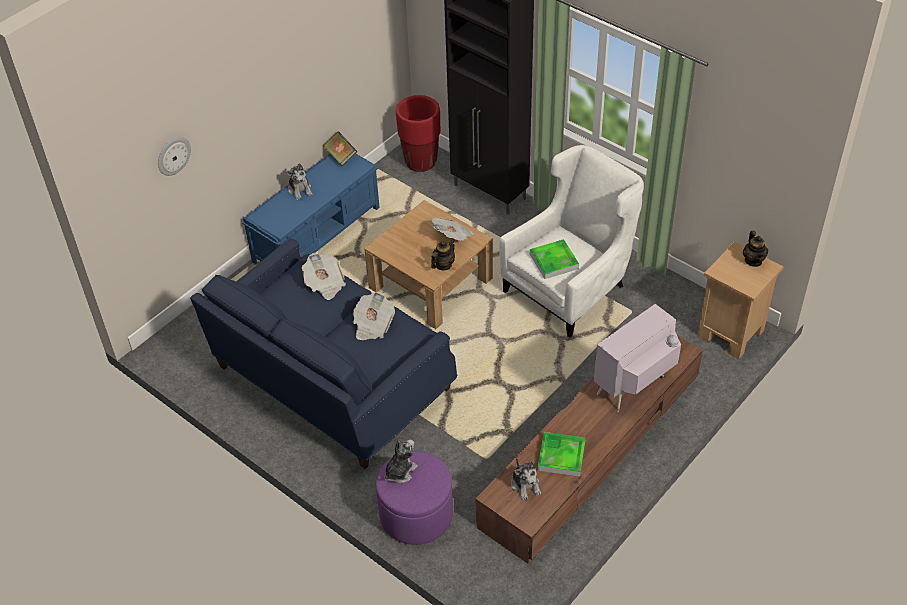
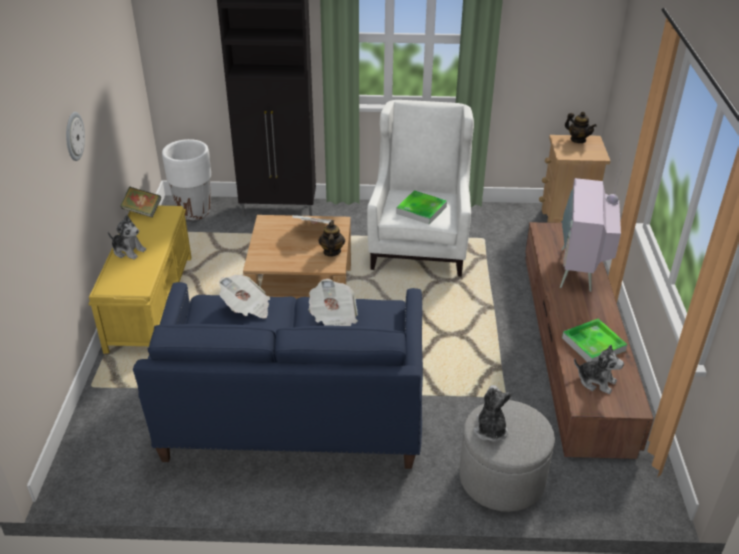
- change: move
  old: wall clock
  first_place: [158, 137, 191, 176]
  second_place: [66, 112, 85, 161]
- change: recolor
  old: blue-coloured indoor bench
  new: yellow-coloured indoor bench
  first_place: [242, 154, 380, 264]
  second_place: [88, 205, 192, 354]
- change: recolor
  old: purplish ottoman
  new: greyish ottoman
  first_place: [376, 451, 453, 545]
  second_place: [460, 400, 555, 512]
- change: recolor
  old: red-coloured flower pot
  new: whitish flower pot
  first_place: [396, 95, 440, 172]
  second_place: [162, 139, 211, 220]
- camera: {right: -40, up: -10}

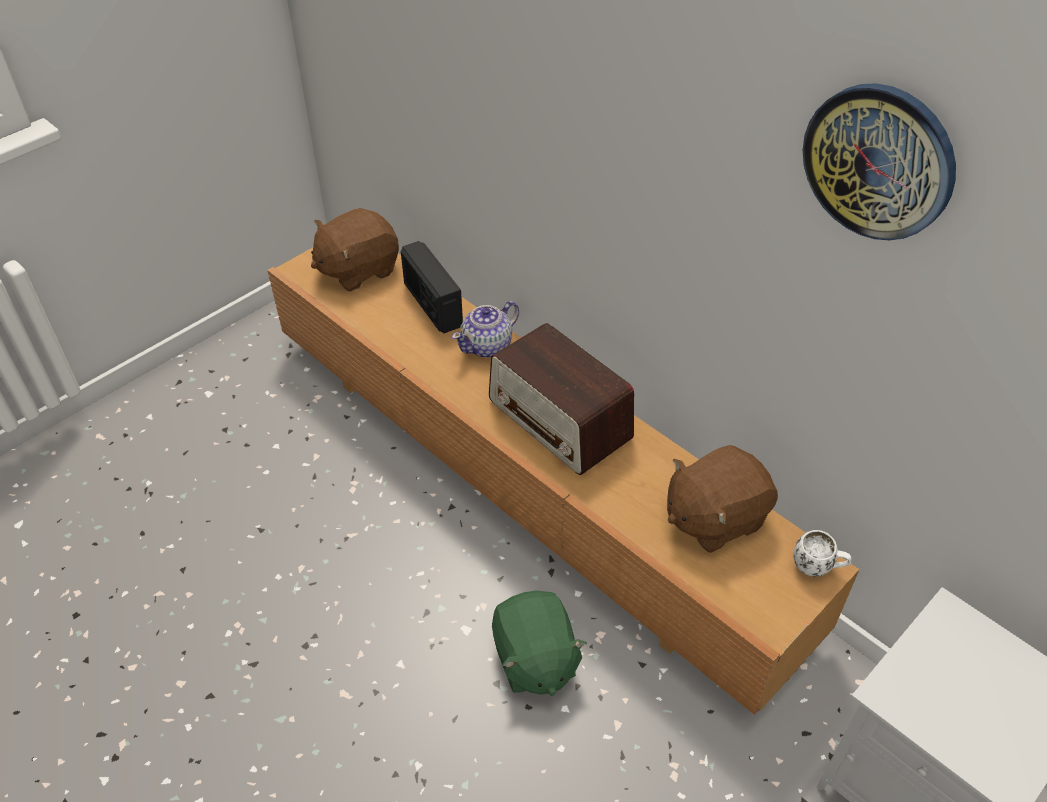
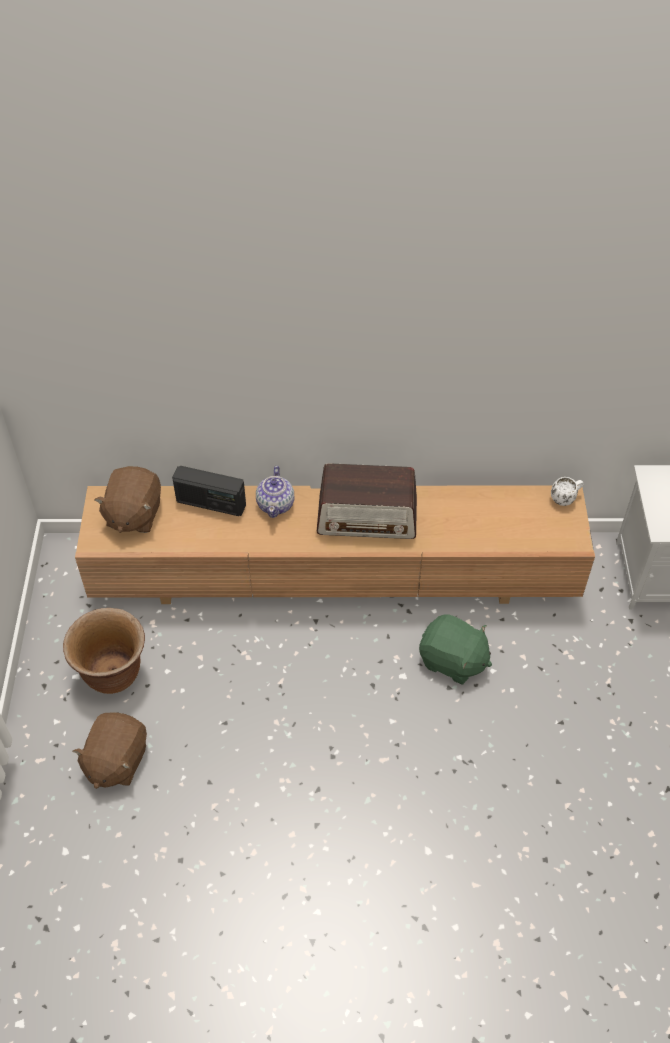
- change: delete
  old: wall clock
  first_place: [803, 83, 956, 240]
- change: insert
  new: brown-coloured flower pot
  second_place: [63, 608, 145, 694]
- change: move
  old: brown-coloured cuddly toy
  first_place: [667, 445, 778, 553]
  second_place: [73, 712, 147, 789]
- camera: {right: -45, up: 5}

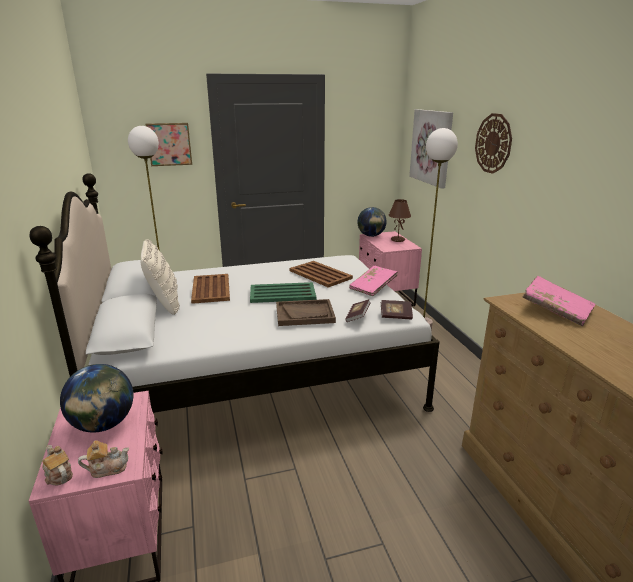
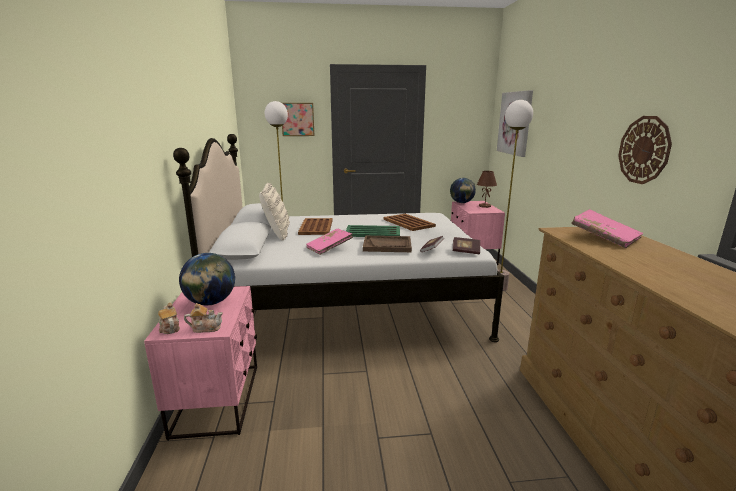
- change: move
  old: pink volume
  first_place: [349, 266, 398, 296]
  second_place: [306, 229, 353, 255]
- change: move
  old: wall clock
  first_place: [475, 113, 512, 174]
  second_place: [618, 116, 672, 184]
- camera: {right: 10, up: -5}

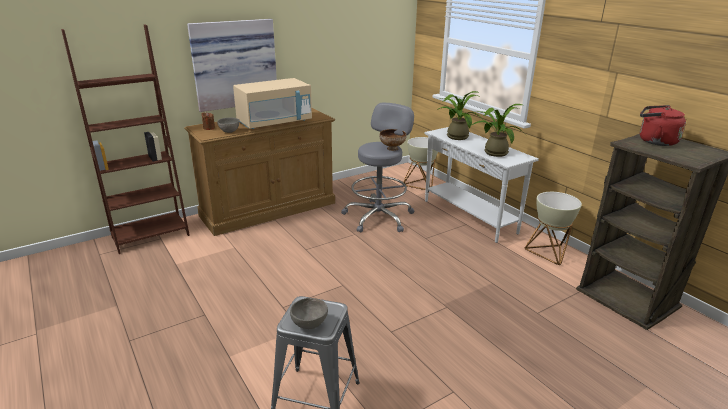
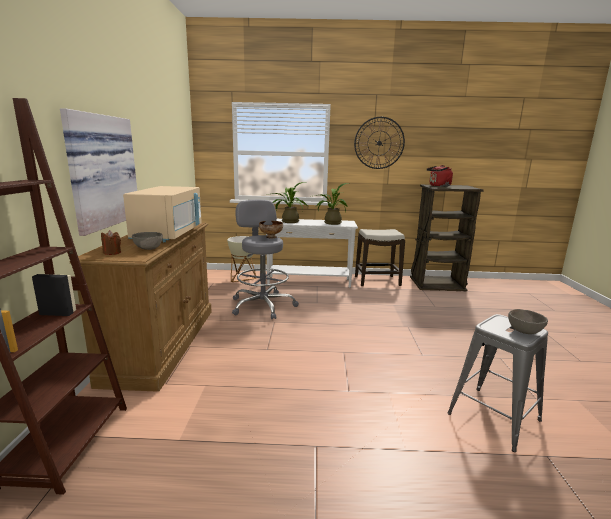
- change: insert
  new: wall clock
  second_place: [354, 117, 405, 169]
- change: replace
  old: flower pot
  new: stool
  first_place: [524, 192, 582, 265]
  second_place: [355, 229, 405, 286]
- camera: {right: -55, up: -10}

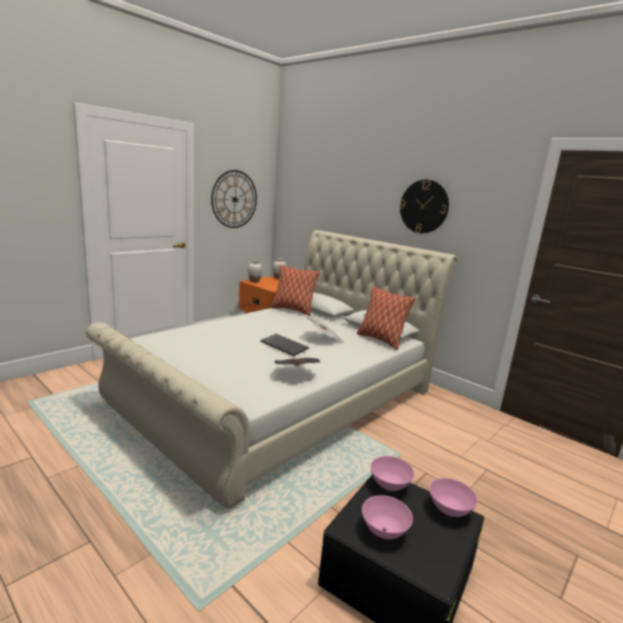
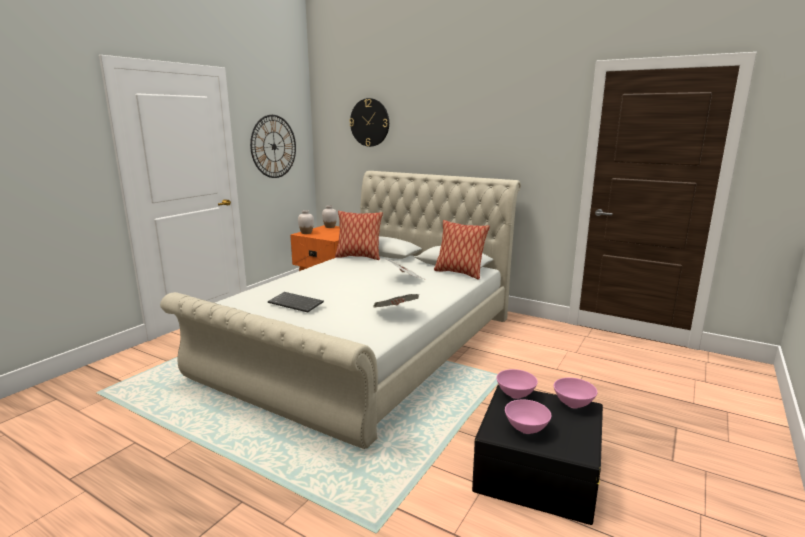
- change: move
  old: keyboard
  first_place: [260, 334, 309, 356]
  second_place: [268, 292, 324, 313]
- change: move
  old: wall clock
  first_place: [400, 180, 449, 233]
  second_place: [349, 98, 389, 147]
- camera: {right: -10, up: 0}

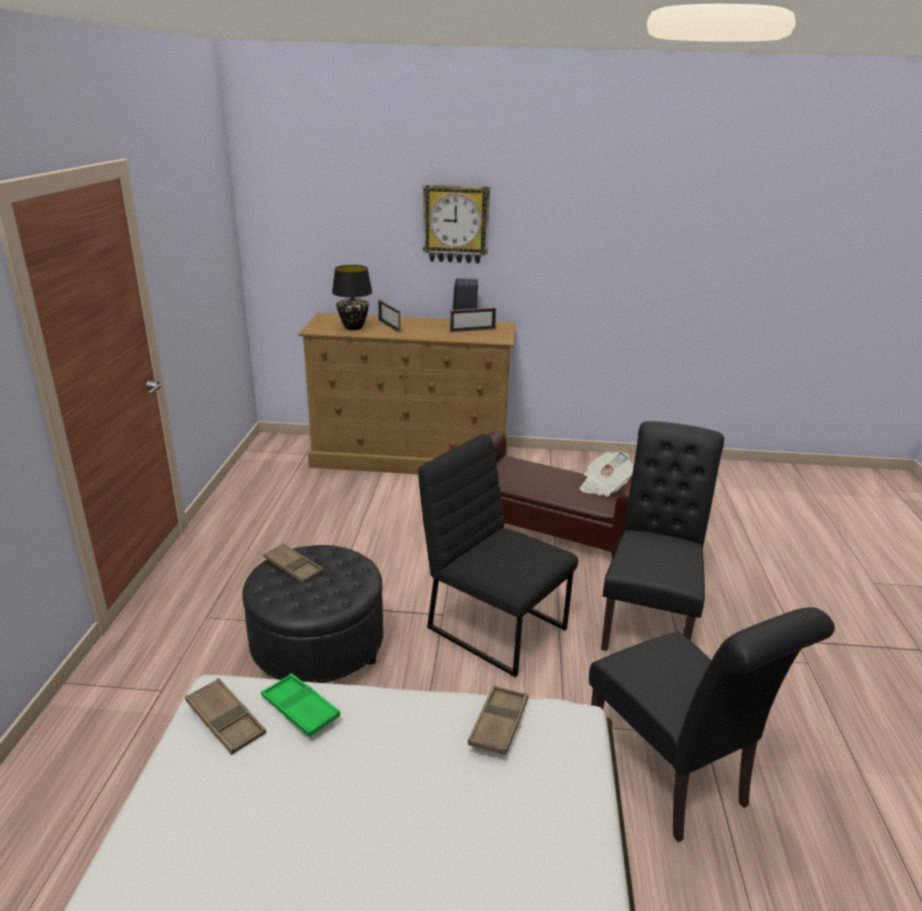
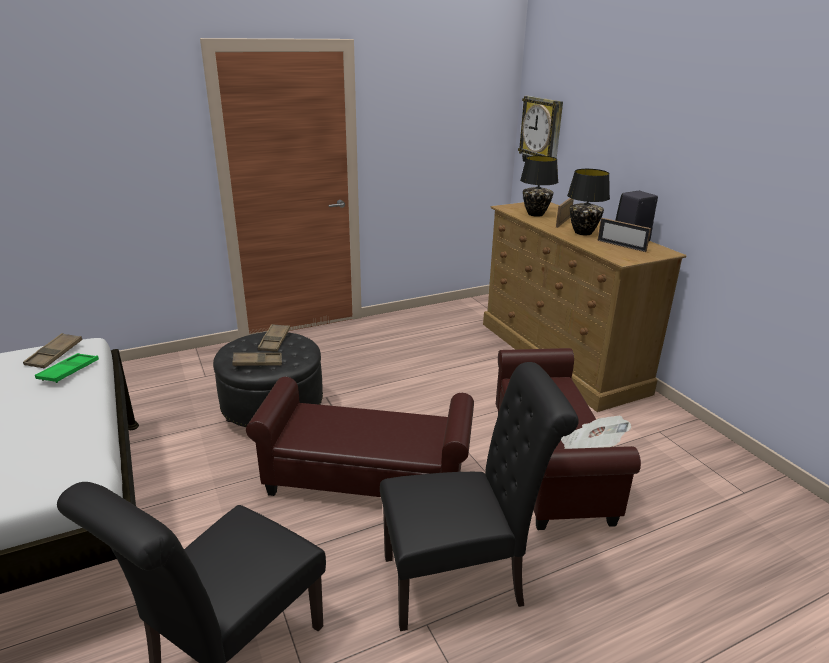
- change: insert
  new: blackish lamp for a table
  second_place: [567, 169, 610, 236]
- change: move
  old: wall clock
  first_place: [423, 184, 490, 263]
  second_place: [518, 96, 563, 162]
- change: move
  old: brown-coloured tray
  first_place: [468, 685, 528, 755]
  second_place: [232, 353, 282, 367]
- change: replace
  old: blackish chair
  new: brown-coloured ottoman
  first_place: [418, 434, 578, 678]
  second_place: [246, 377, 474, 497]
- camera: {right: 60, up: 0}

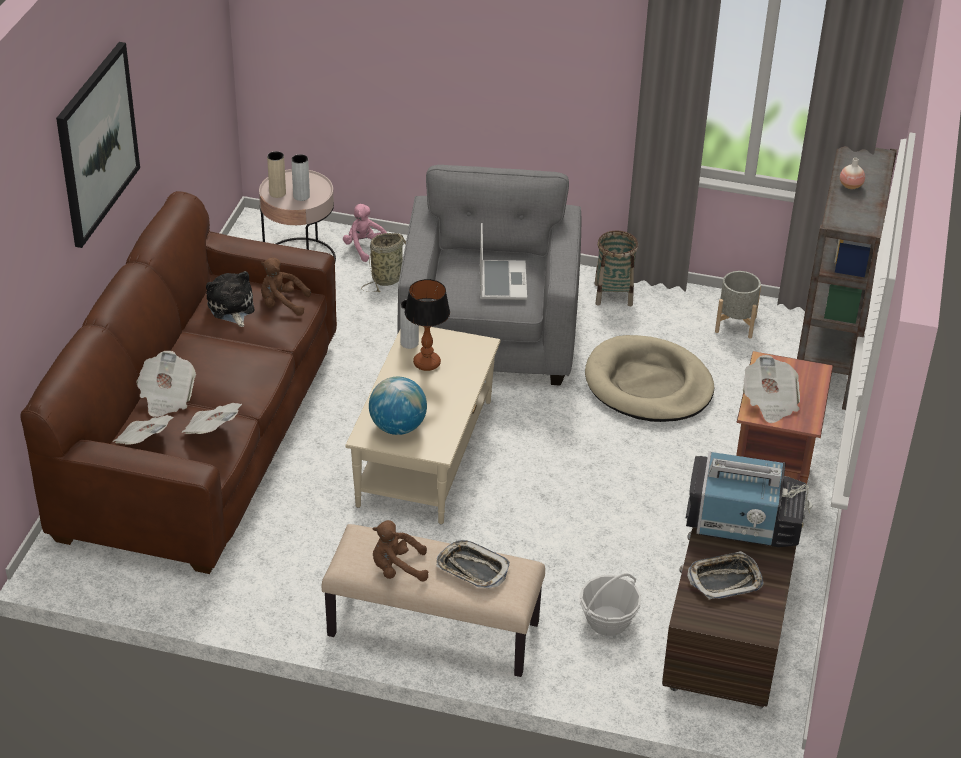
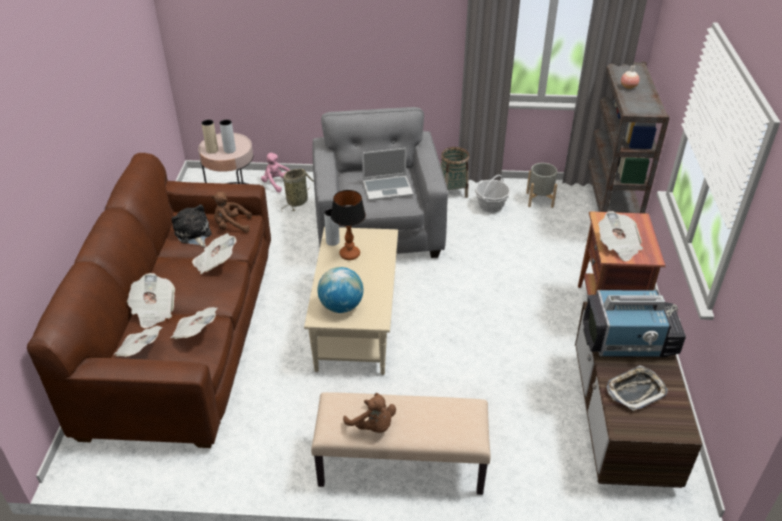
- change: delete
  old: picture
  first_place: [56, 42, 140, 248]
- change: delete
  old: tray
  first_place: [436, 540, 510, 588]
- change: delete
  old: beige dog cushion
  first_place: [585, 335, 714, 422]
- change: insert
  new: daily paper
  second_place: [192, 233, 237, 274]
- change: move
  old: storage basket
  first_place: [579, 573, 641, 636]
  second_place: [475, 175, 511, 213]
- change: rotate
  old: brown-coloured cuddly toy
  first_place: [373, 520, 428, 582]
  second_place: [343, 393, 396, 433]
  degrees: -120
- change: rotate
  old: portable computer
  first_place: [480, 223, 527, 300]
  second_place: [362, 148, 413, 201]
  degrees: 90
- camera: {right: -10, up: 0}

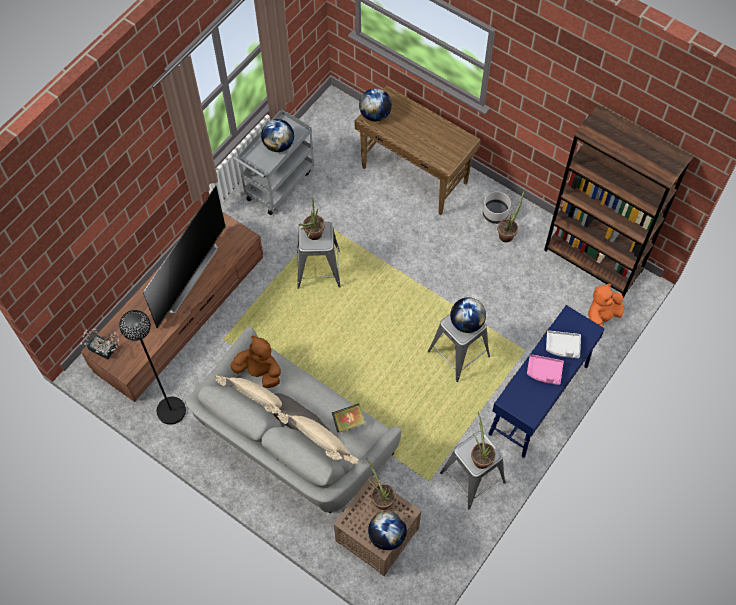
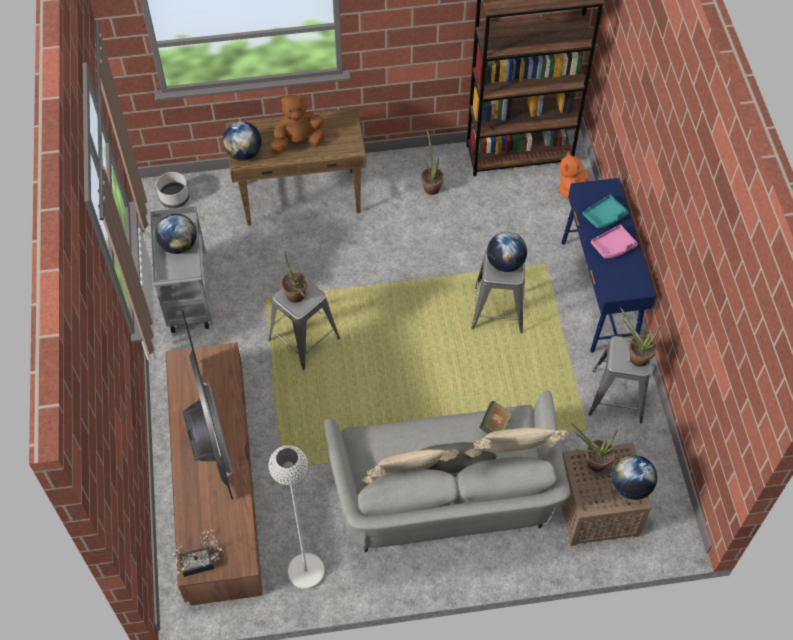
- change: move
  old: brown-coloured cuddly toy
  first_place: [231, 336, 281, 388]
  second_place: [270, 94, 325, 152]
- change: move
  old: greyish flower pot
  first_place: [483, 192, 511, 224]
  second_place: [156, 172, 189, 209]
- change: recolor
  old: blackish standing lamp
  new: whitish standing lamp
  first_place: [119, 310, 186, 425]
  second_place: [269, 445, 325, 589]
- change: recolor
  old: greyish tray
  new: turquoise tray
  first_place: [546, 331, 581, 359]
  second_place: [583, 194, 629, 228]
- camera: {right: -45, up: -5}

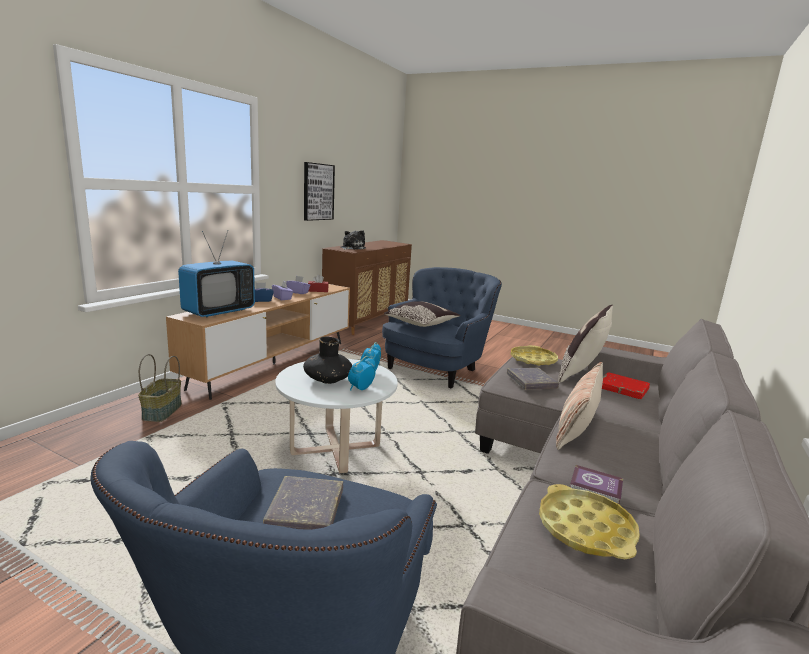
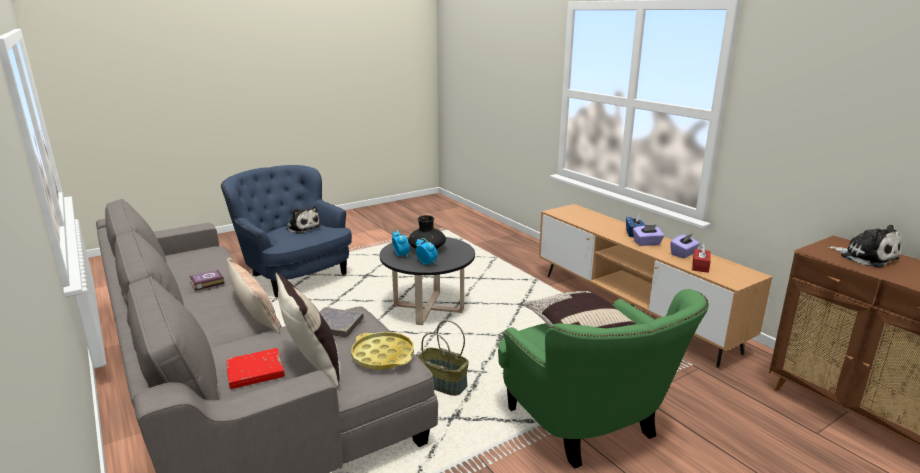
- change: delete
  old: television
  first_place: [178, 230, 255, 317]
- change: delete
  old: picture
  first_place: [304, 162, 335, 221]
- change: delete
  old: yellow-coloured tray
  first_place: [539, 484, 640, 559]
- change: move
  old: storage basket
  first_place: [138, 354, 182, 422]
  second_place: [417, 320, 469, 396]
- change: replace
  old: greyish volume
  new: cuddly toy
  first_place: [263, 476, 343, 530]
  second_place: [286, 206, 321, 234]
- change: recolor
  old: whitish low table
  new: blackish low table
  first_place: [275, 359, 398, 473]
  second_place: [380, 237, 475, 325]
- change: recolor
  old: blue-coloured easy chair
  new: green-coloured easy chair
  first_place: [382, 267, 502, 388]
  second_place: [498, 289, 709, 469]
- camera: {right: 120, up: 5}

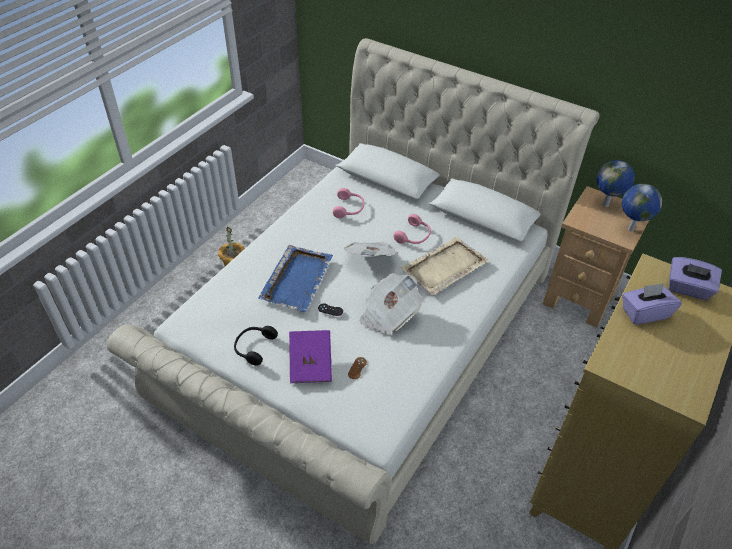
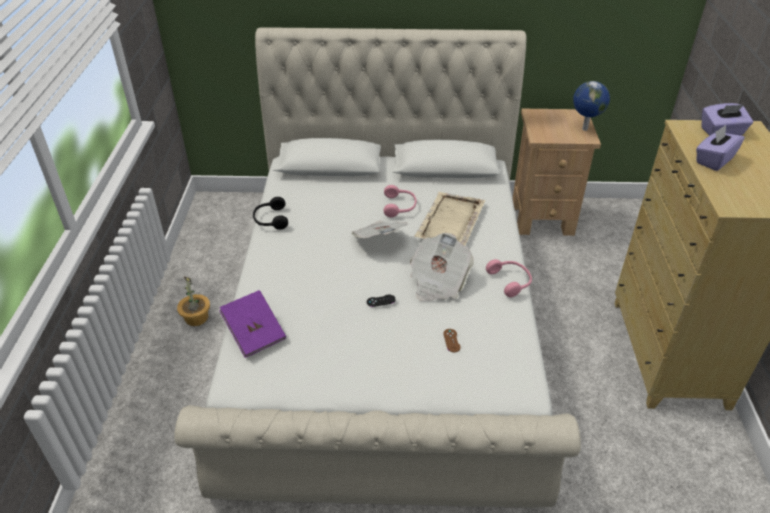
- change: delete
  old: blue-coloured tray
  first_place: [258, 245, 333, 312]
- change: delete
  old: world globe
  first_place: [596, 160, 635, 207]
- change: move
  old: blackish pair of headphones
  first_place: [234, 326, 278, 366]
  second_place: [253, 197, 288, 230]
- change: move
  old: purplish volume
  first_place: [289, 330, 332, 383]
  second_place: [219, 290, 286, 358]
- change: move
  old: pink pair of headphones
  first_place: [333, 188, 364, 218]
  second_place: [486, 259, 532, 297]
- camera: {right: -30, up: -5}

